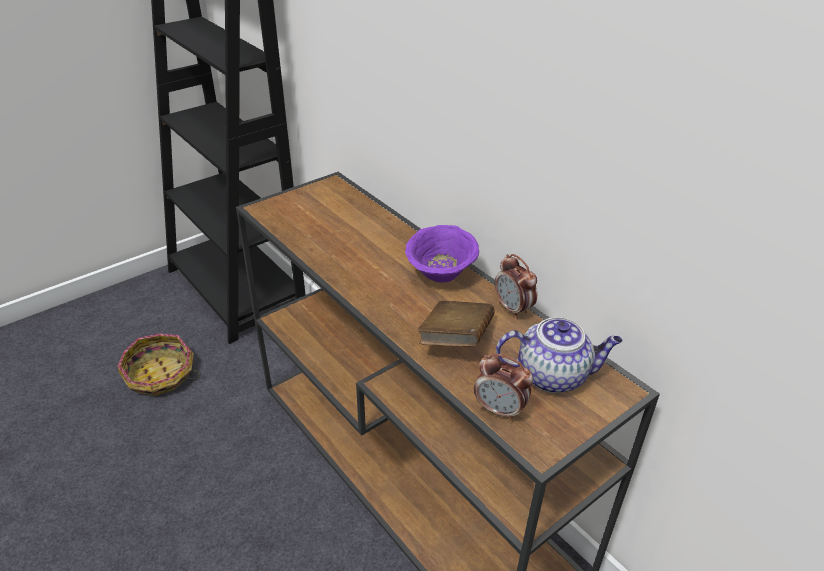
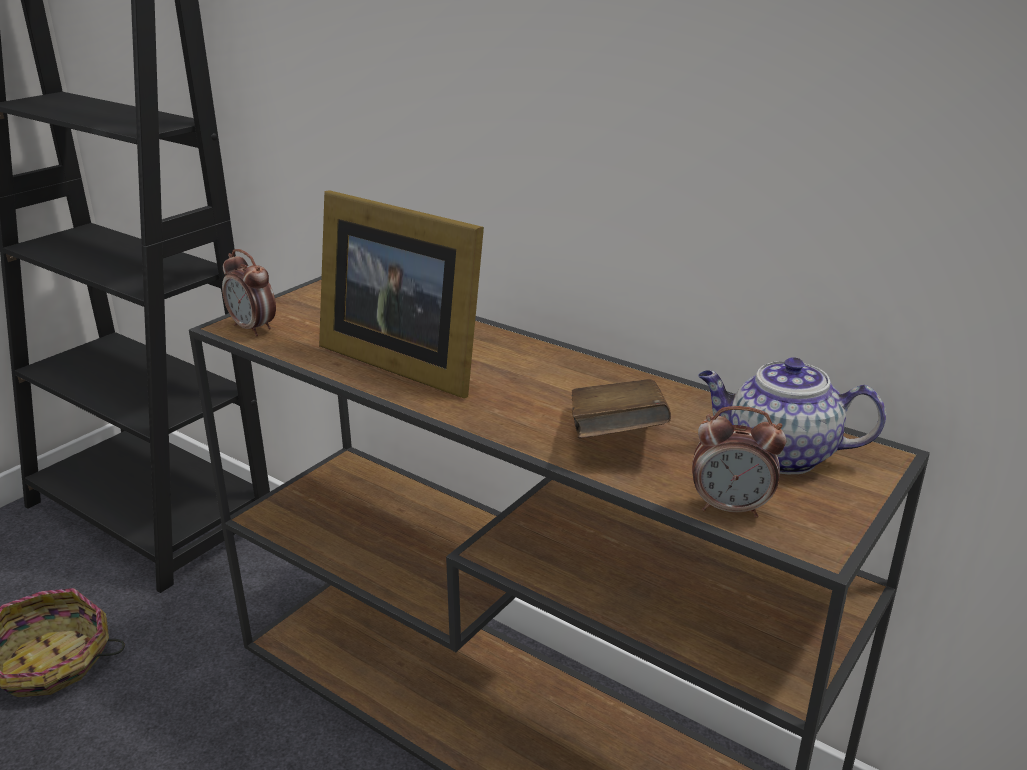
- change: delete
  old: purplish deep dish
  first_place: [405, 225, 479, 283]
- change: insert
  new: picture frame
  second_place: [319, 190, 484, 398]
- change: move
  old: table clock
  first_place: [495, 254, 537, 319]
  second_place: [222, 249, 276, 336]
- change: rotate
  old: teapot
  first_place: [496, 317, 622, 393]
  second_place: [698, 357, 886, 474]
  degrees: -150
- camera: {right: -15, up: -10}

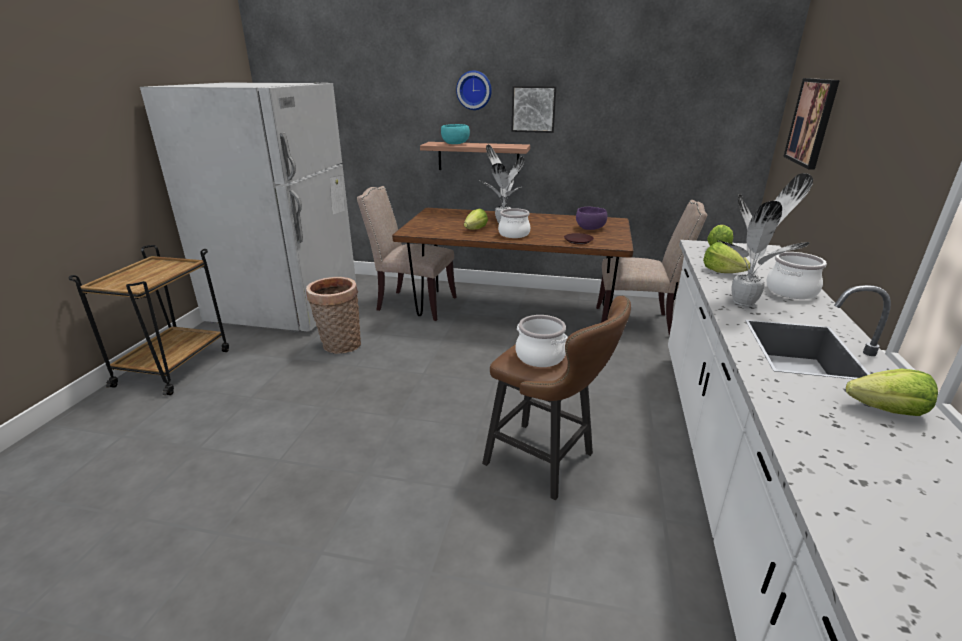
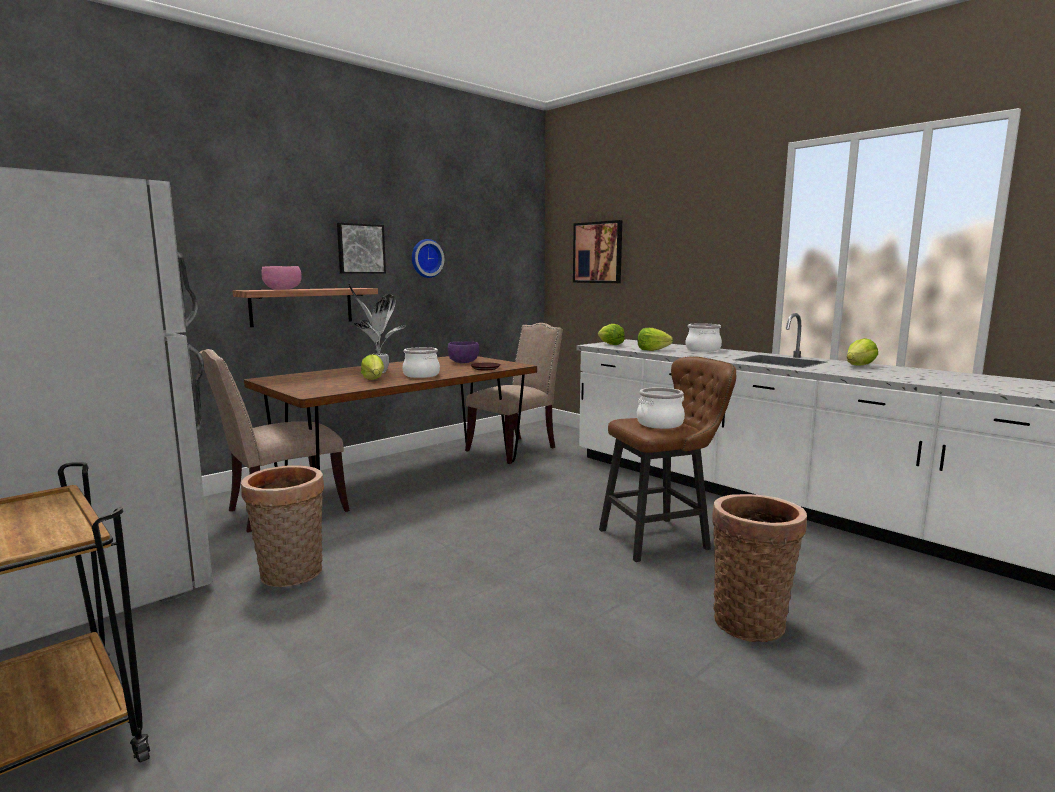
- change: delete
  old: plant in a pot
  first_place: [719, 173, 813, 306]
- change: insert
  new: storage basket
  second_place: [712, 494, 807, 642]
- change: move
  old: wall clock
  first_place: [456, 70, 492, 110]
  second_place: [412, 239, 444, 278]
- change: recolor
  old: turquoise deep dish
  new: pink deep dish
  first_place: [441, 124, 470, 144]
  second_place: [261, 266, 302, 290]
- camera: {right: -55, up: -15}

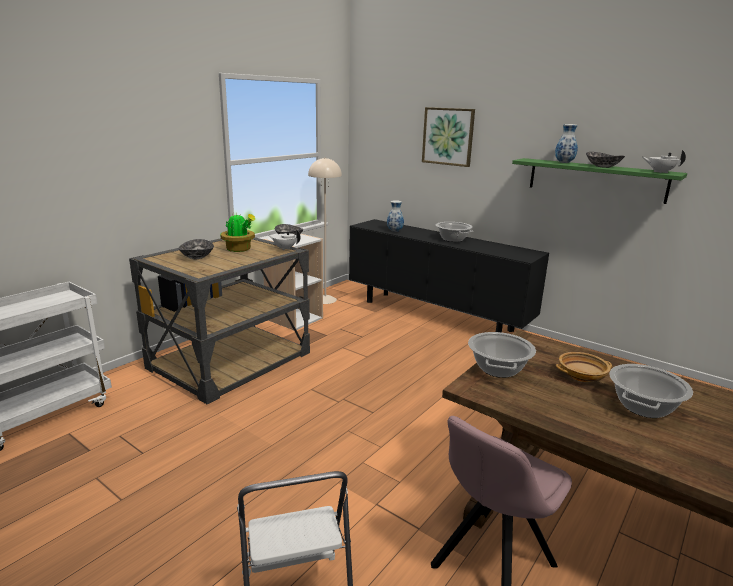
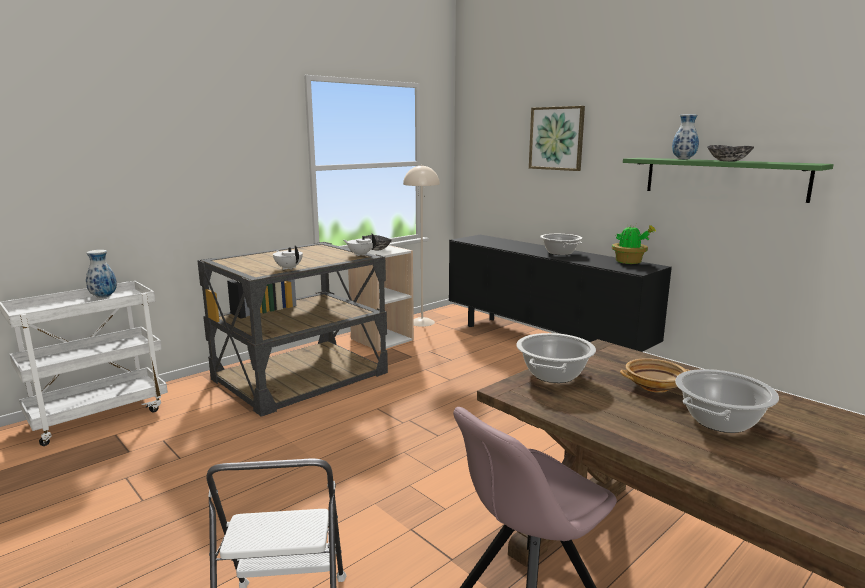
- change: delete
  old: deep dish
  first_place: [178, 239, 214, 259]
- change: move
  old: plant in a pot
  first_place: [220, 211, 255, 252]
  second_place: [612, 224, 656, 264]
- change: move
  old: decorative vase
  first_place: [387, 200, 404, 232]
  second_place: [86, 250, 117, 298]
- change: move
  old: whitish teapot
  first_place: [643, 150, 686, 173]
  second_place: [273, 245, 303, 270]
- camera: {right: 10, up: -5}

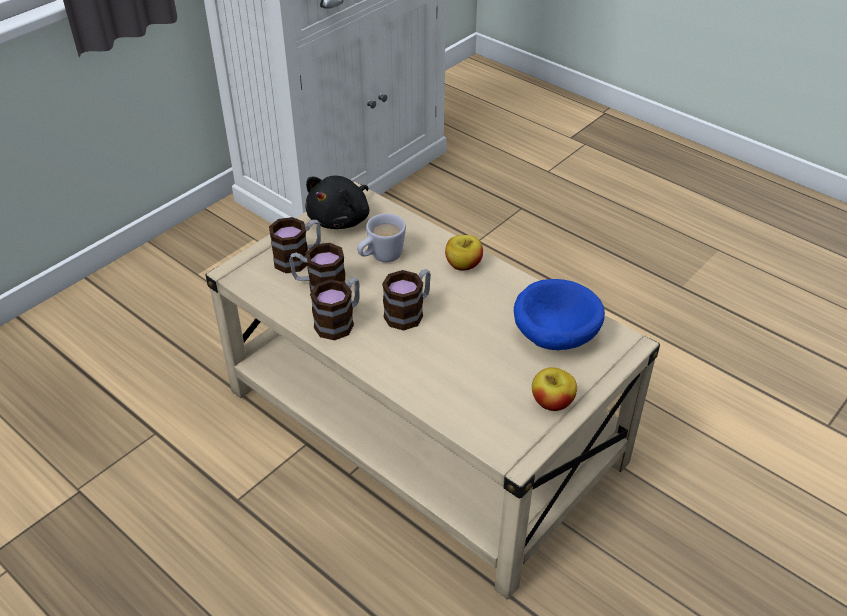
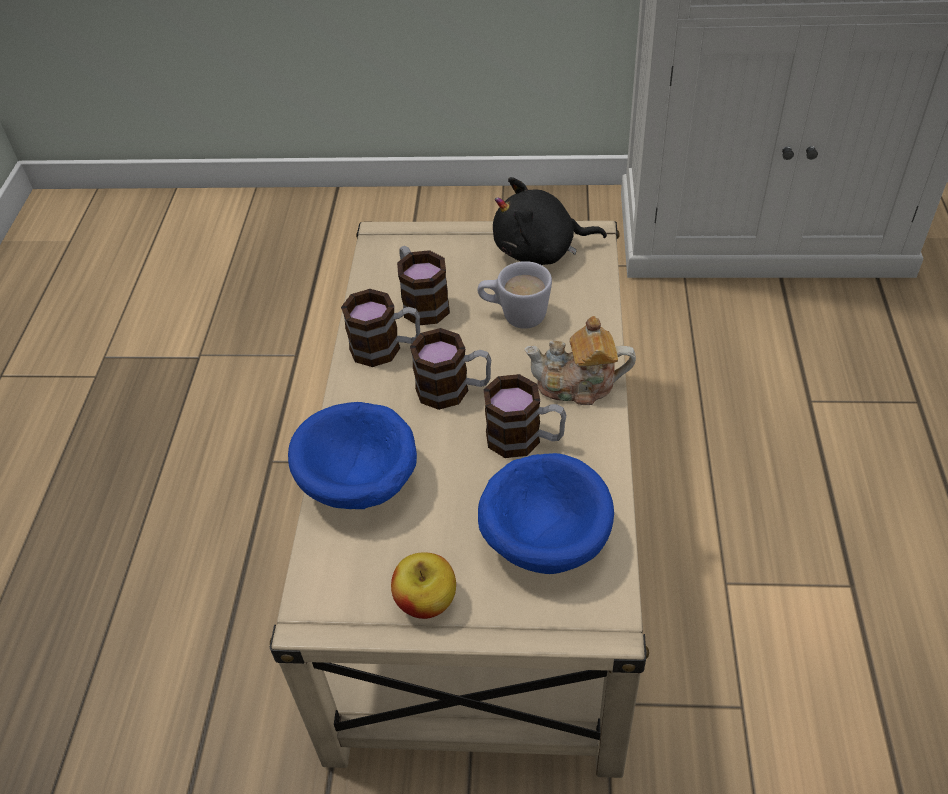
- change: insert
  new: blue-coloured deep dish
  second_place: [288, 402, 417, 509]
- change: move
  old: mug
  first_place: [269, 217, 321, 273]
  second_place: [483, 374, 566, 458]
- change: replace
  old: apple fruit
  new: teapot
  first_place: [445, 235, 483, 271]
  second_place: [524, 316, 636, 405]
- camera: {right: 55, up: 5}

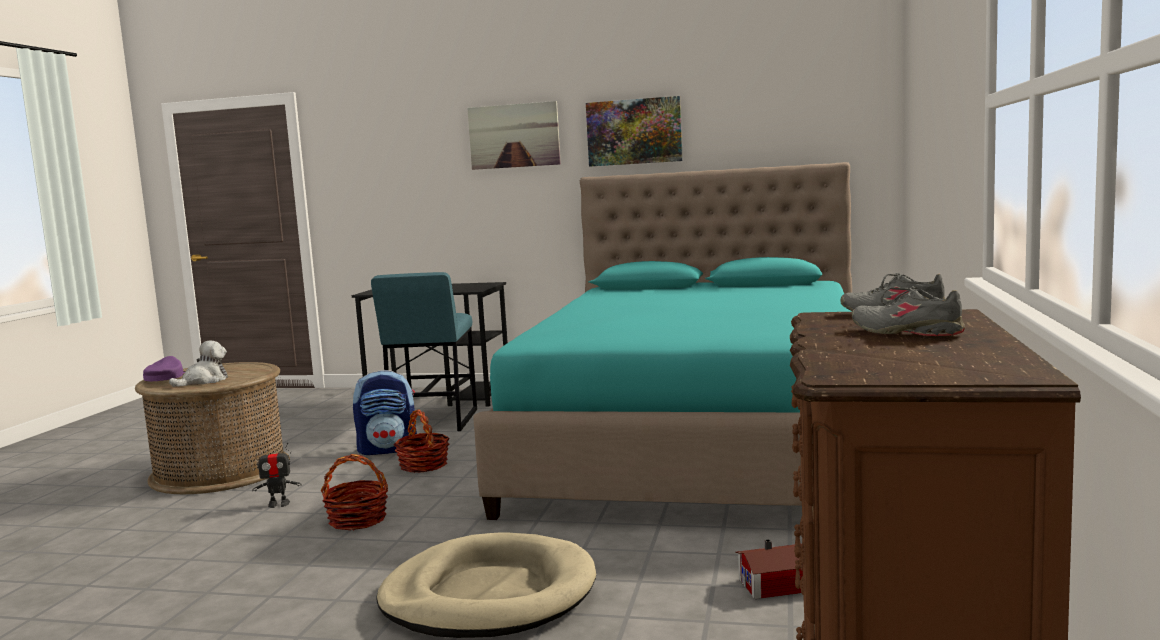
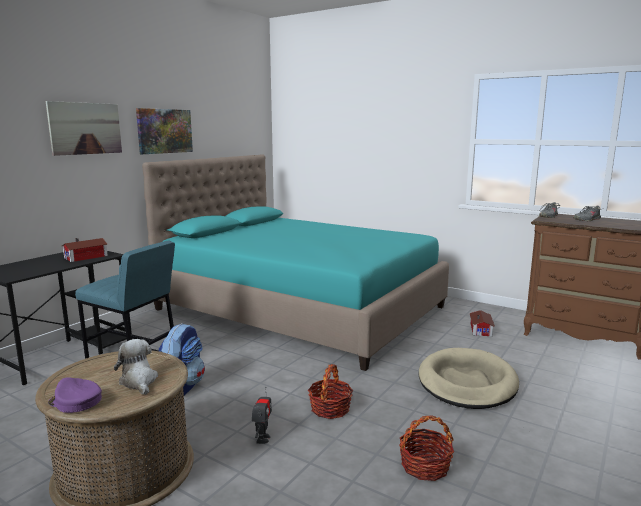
- change: insert
  new: model house
  second_place: [62, 238, 108, 262]
- change: move
  old: storage basket
  first_place: [394, 410, 450, 473]
  second_place: [399, 415, 454, 481]
- camera: {right: -70, up: 5}

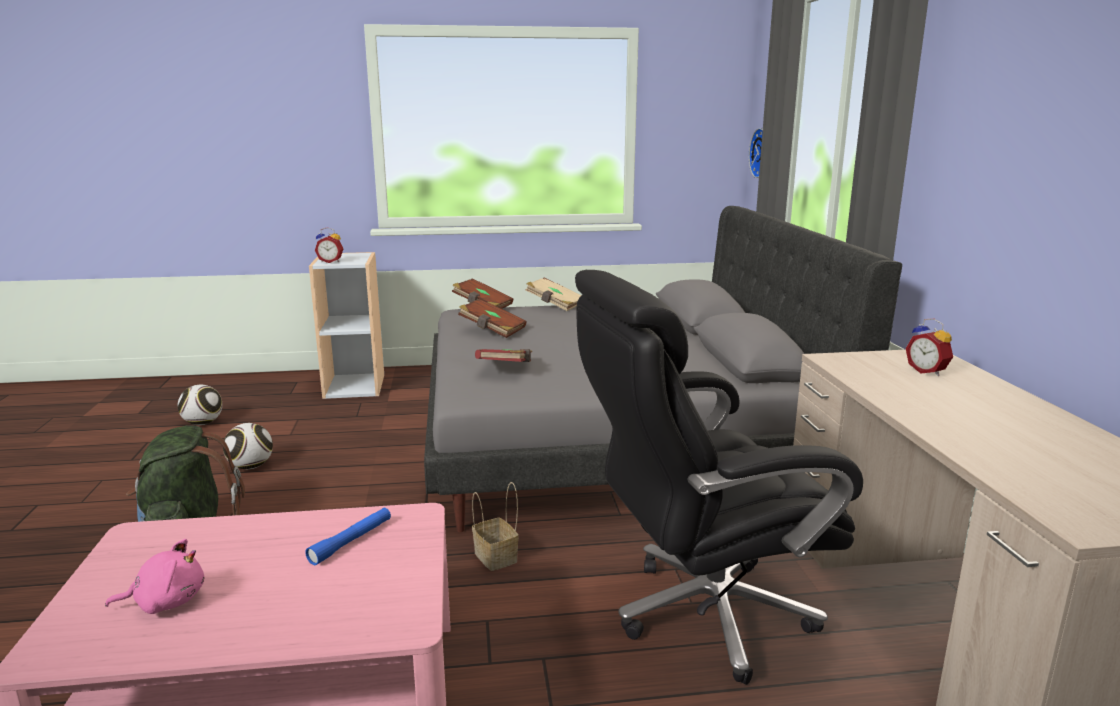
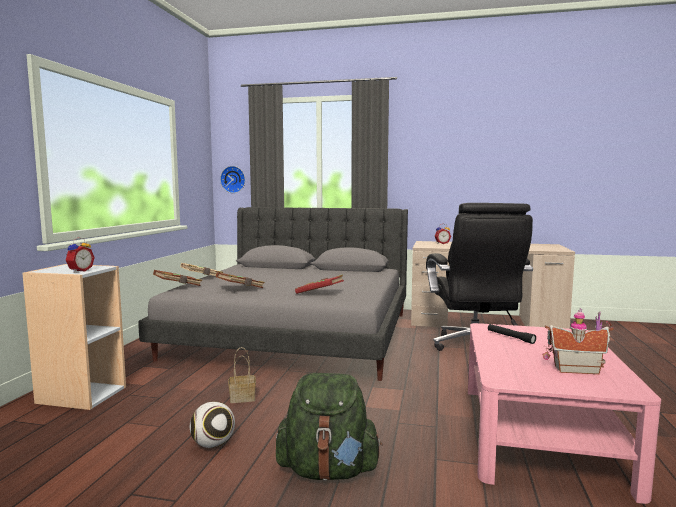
- change: delete
  old: football
  first_place: [178, 385, 222, 425]
- change: move
  old: storage basket
  first_place: [472, 482, 519, 571]
  second_place: [228, 347, 256, 403]
- change: replace
  old: pink cuddly toy
  new: model house
  first_place: [105, 539, 204, 614]
  second_place: [543, 308, 613, 374]
- change: recolor
  old: blue-coloured hand torch
  new: blackish hand torch
  first_place: [305, 508, 391, 565]
  second_place: [488, 324, 536, 344]
- camera: {right: -70, up: -10}

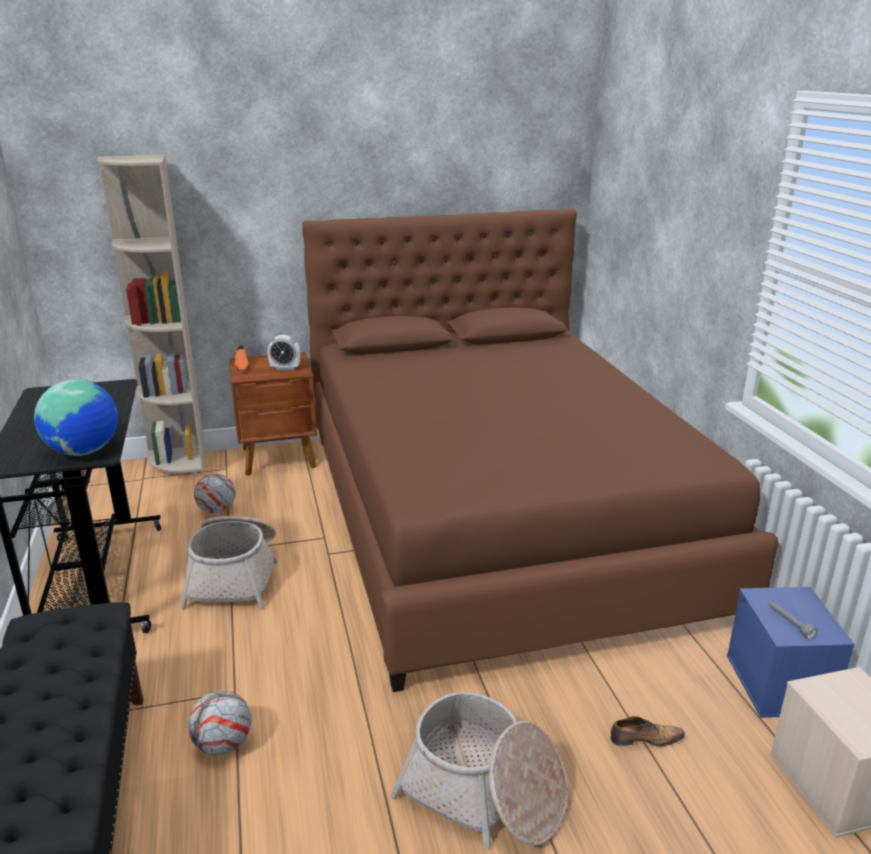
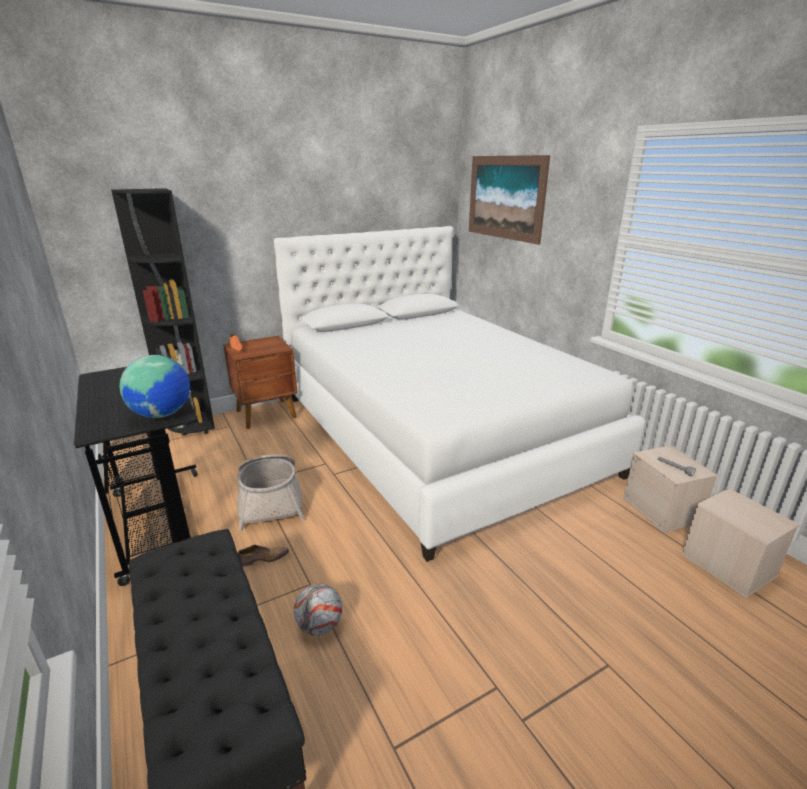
- change: delete
  old: football
  first_place: [194, 473, 236, 514]
- change: delete
  old: table clock
  first_place: [267, 335, 300, 370]
- change: delete
  old: storage basket
  first_place: [390, 692, 568, 849]
- change: insert
  new: picture
  second_place: [469, 155, 550, 245]
- change: move
  old: item of footwear
  first_place: [611, 716, 685, 747]
  second_place: [238, 545, 289, 567]
- change: recolor
  old: beige bookcase
  new: blackish bookcase
  first_place: [96, 155, 205, 475]
  second_place: [111, 188, 215, 436]
- change: recolor
  old: brown-coloured bedroom bed
  new: whitish bedroom bed
  first_place: [302, 208, 779, 692]
  second_place: [274, 226, 646, 562]
- change: recolor
  old: blue-coloured storage bin
  new: beige storage bin
  first_place: [727, 587, 855, 718]
  second_place: [623, 445, 718, 533]
- camera: {right: -15, up: 0}

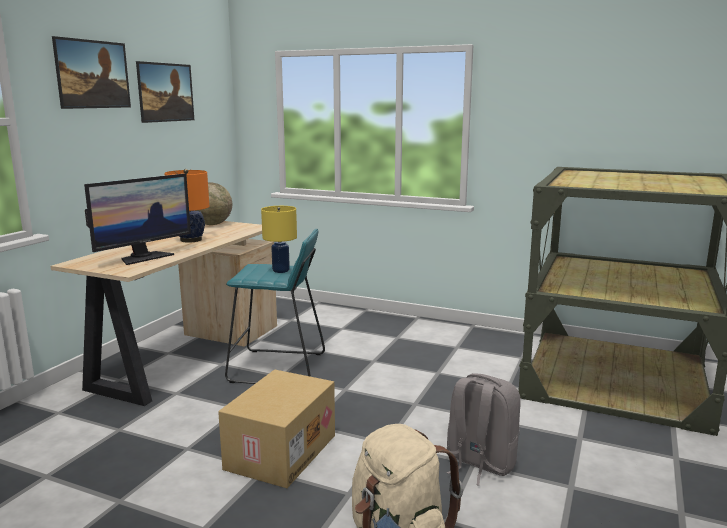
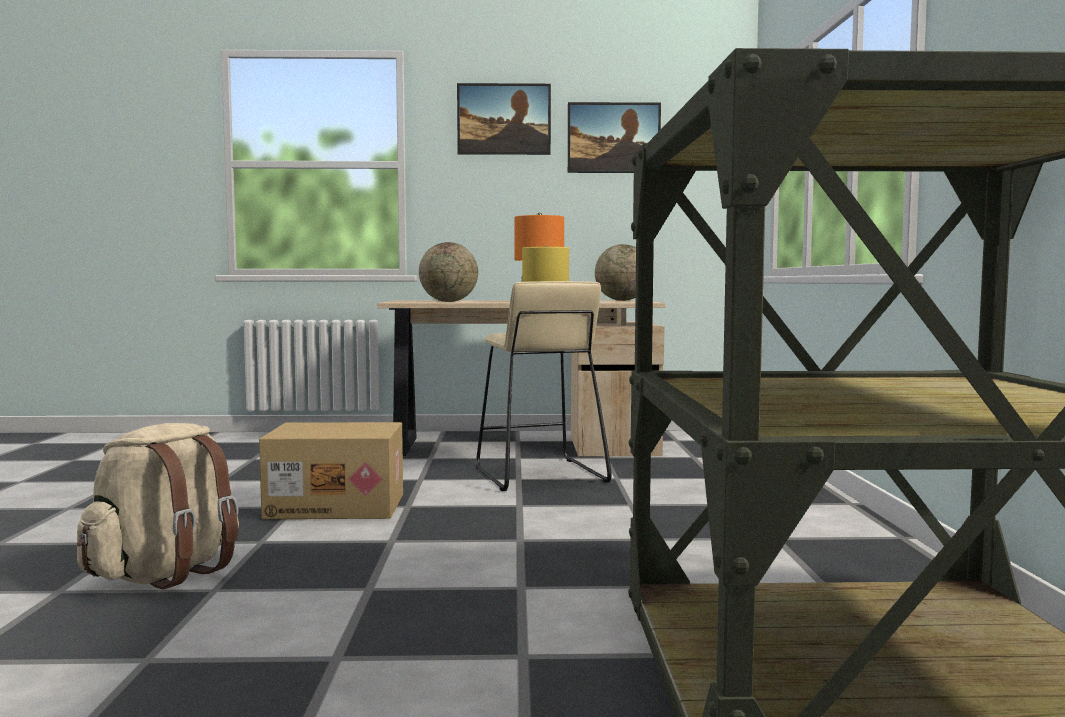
- change: delete
  old: greyish knapsack
  first_place: [446, 373, 520, 486]
- change: replace
  old: monitor
  new: world globe
  first_place: [84, 174, 191, 265]
  second_place: [419, 242, 478, 302]
- change: recolor
  old: turquoise stool
  new: beige stool
  first_place: [225, 229, 325, 384]
  second_place: [476, 281, 612, 491]
- camera: {right: 65, up: -10}

